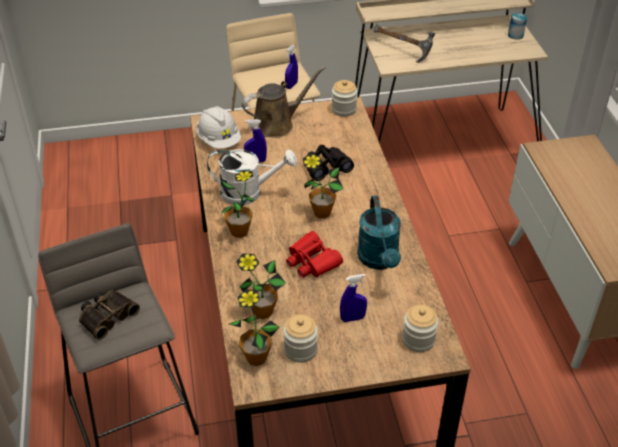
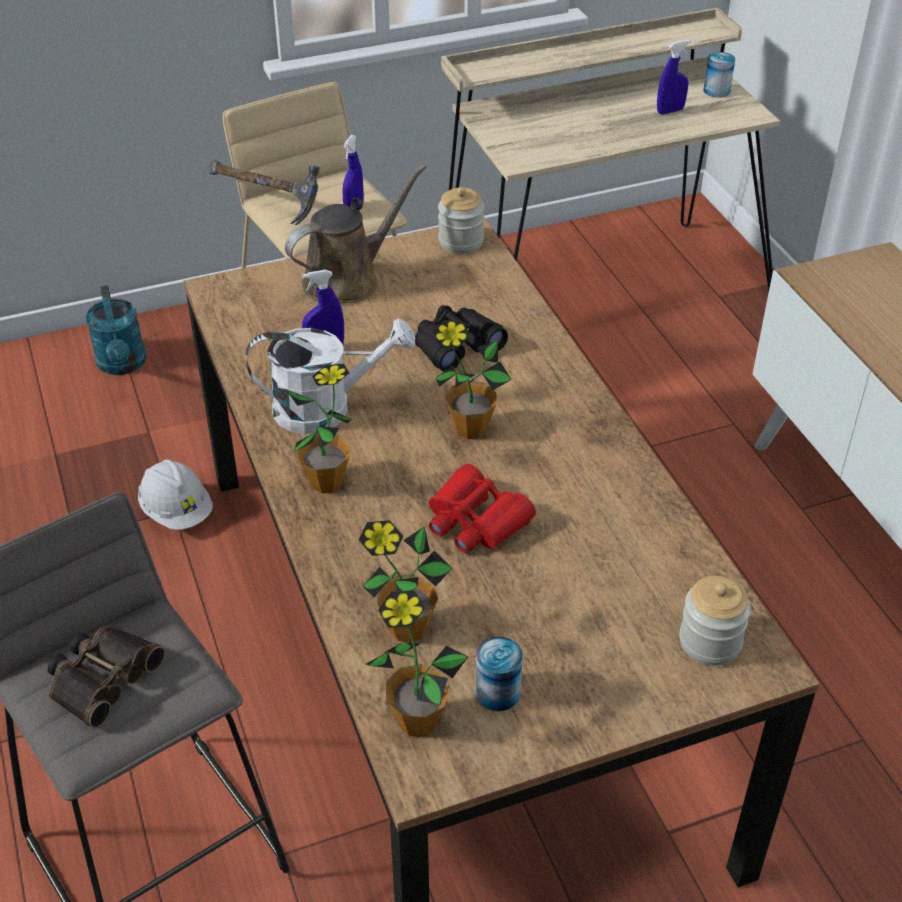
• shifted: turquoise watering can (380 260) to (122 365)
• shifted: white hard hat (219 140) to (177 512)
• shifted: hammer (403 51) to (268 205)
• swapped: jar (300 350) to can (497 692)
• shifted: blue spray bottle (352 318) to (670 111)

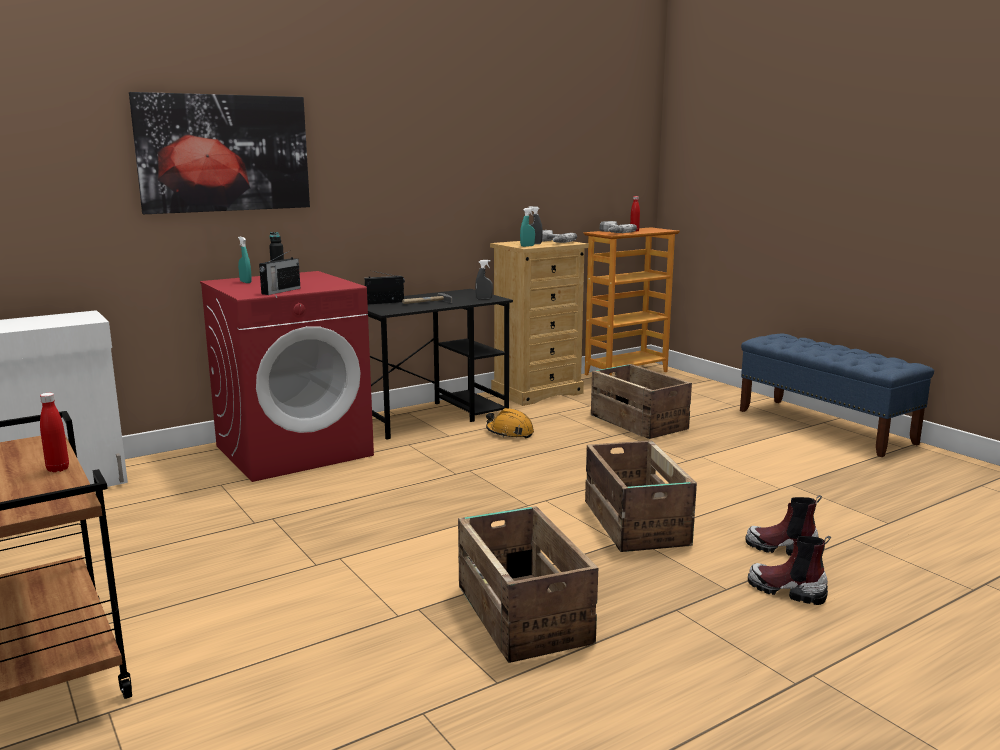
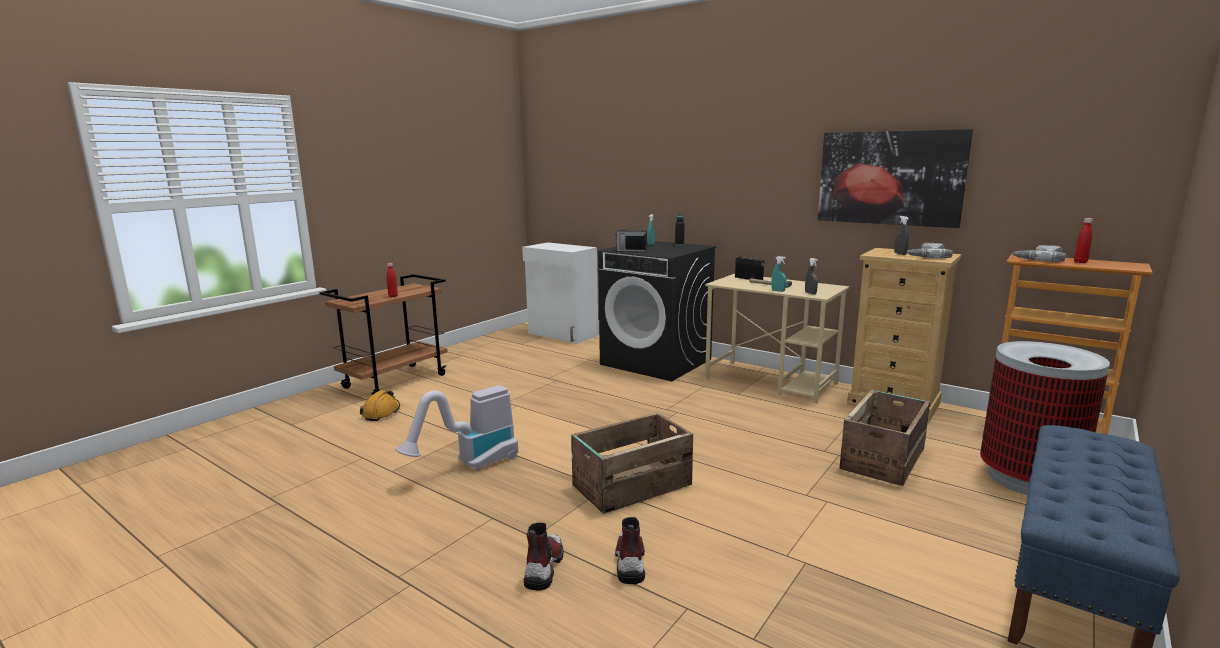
• shifted: orange hard hat (510 433) to (381 412)
• swapped: crate (523 613) to vacuum cleaner (470 465)
• repainted: red washing machine (294 450) to black washing machine (657 362)
• repainted: black desk (433 416) to beige desk (771 381)
• shifted: turquoise spray bottle (527 246) to (778 291)
• shifted: picture (224 153) to (890 178)
• new: trash can (1028 480)

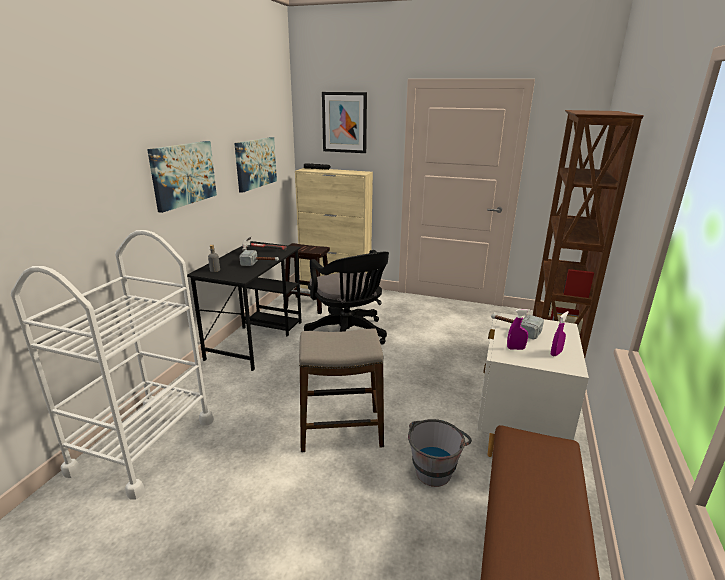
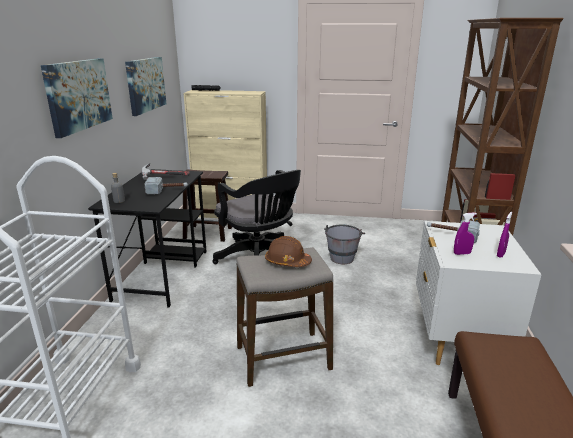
• new: brown hard hat (287 262)
• shifted: grey bucket (435 467) to (342 256)
• gone: picture (344 122)

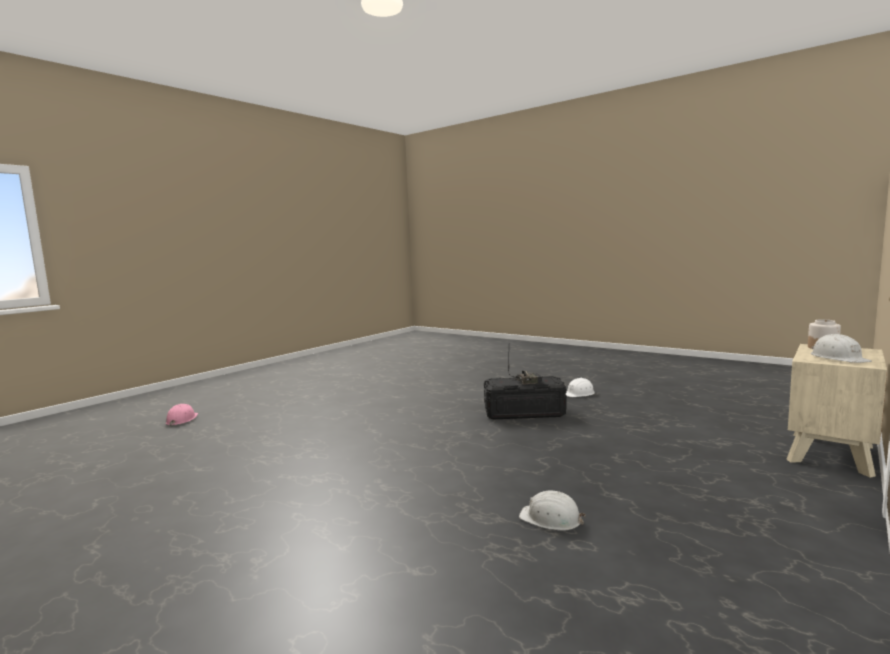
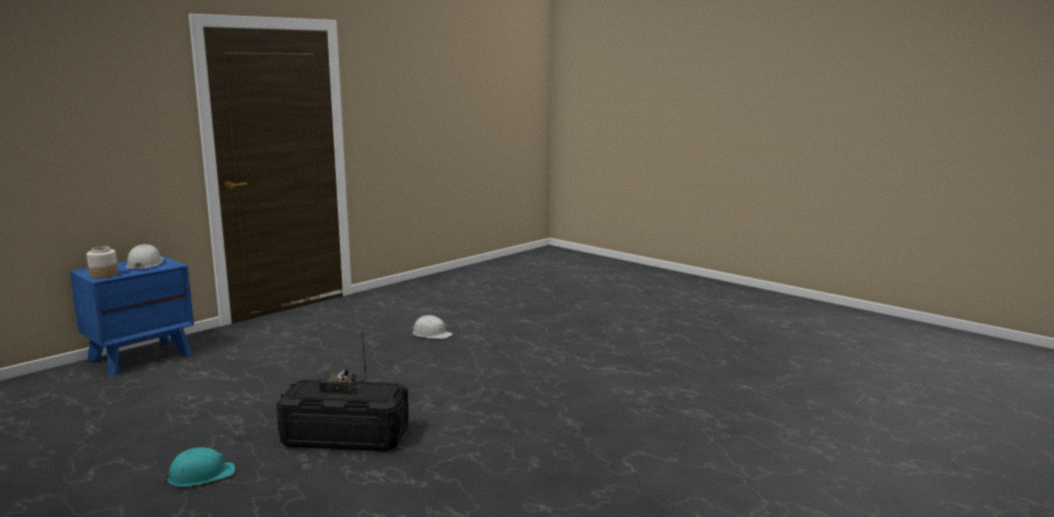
• repainted: beige nightstand (830 454) to blue nightstand (141 357)
• repainted: white hard hat (579 393) to turquoise hard hat (200 475)
• gone: pink hard hat (181 420)

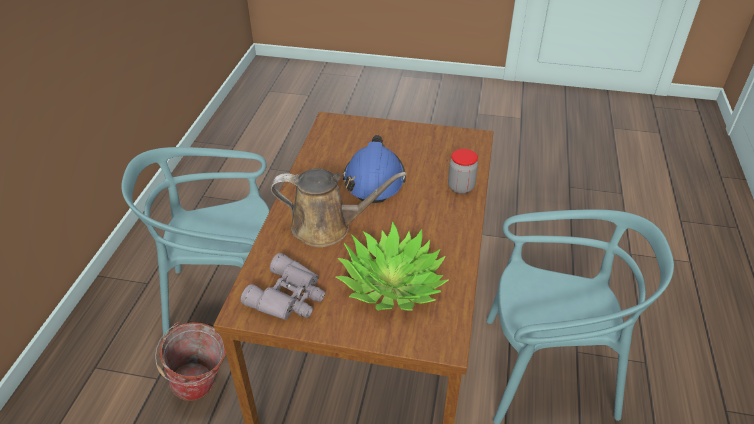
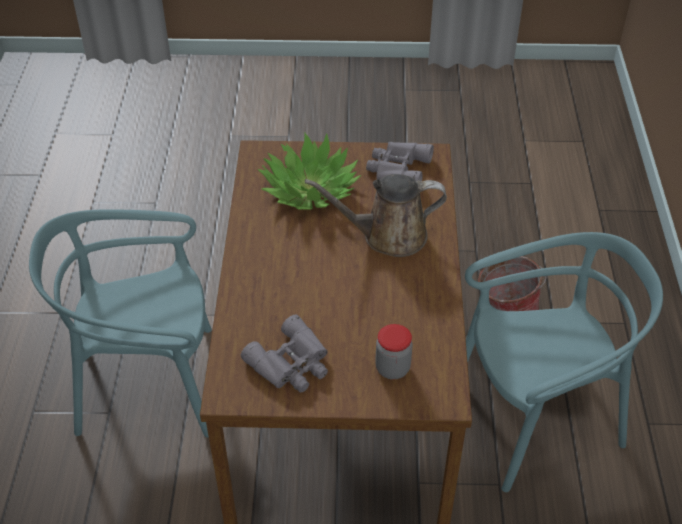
• new: grey binoculars (292 364)
• shifted: jar (461 187) to (392 368)
• gone: blue hard hat (374 179)

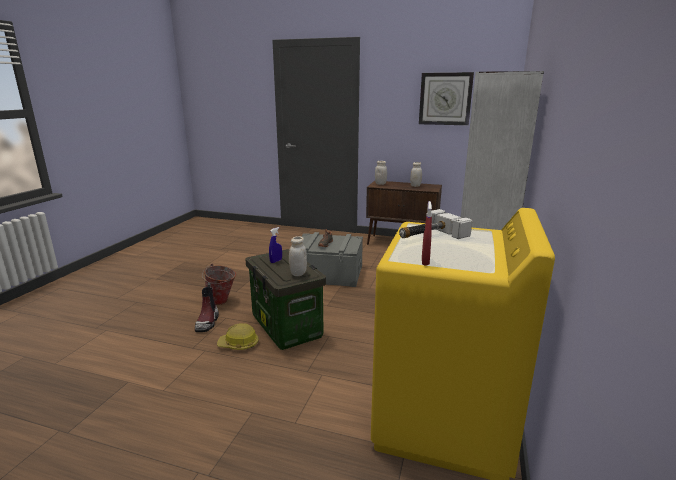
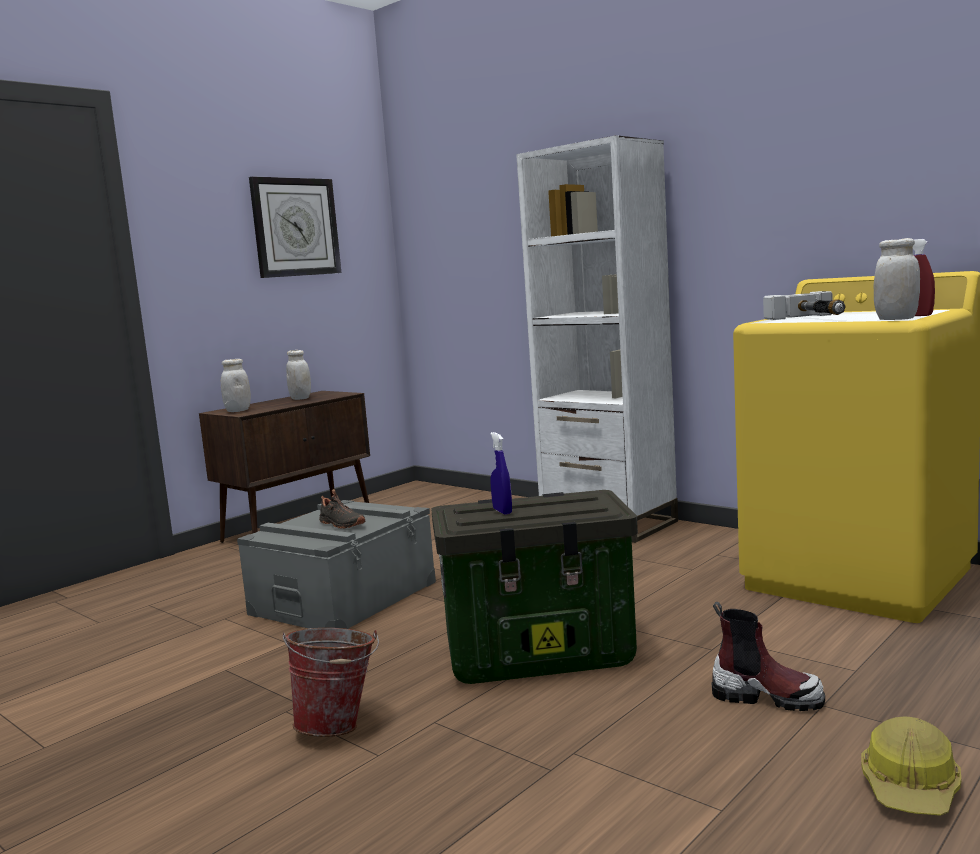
• shifted: boot (207 322) to (766 697)
• shifted: hard hat (239 344) to (911 788)
• shifted: white jar (298 273) to (896 319)

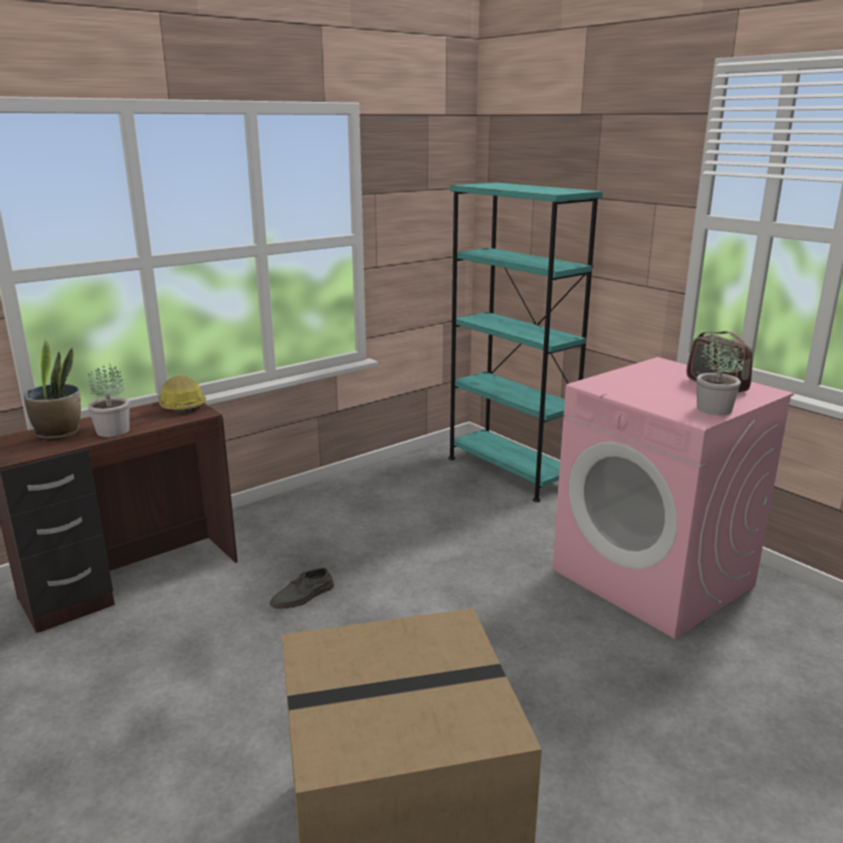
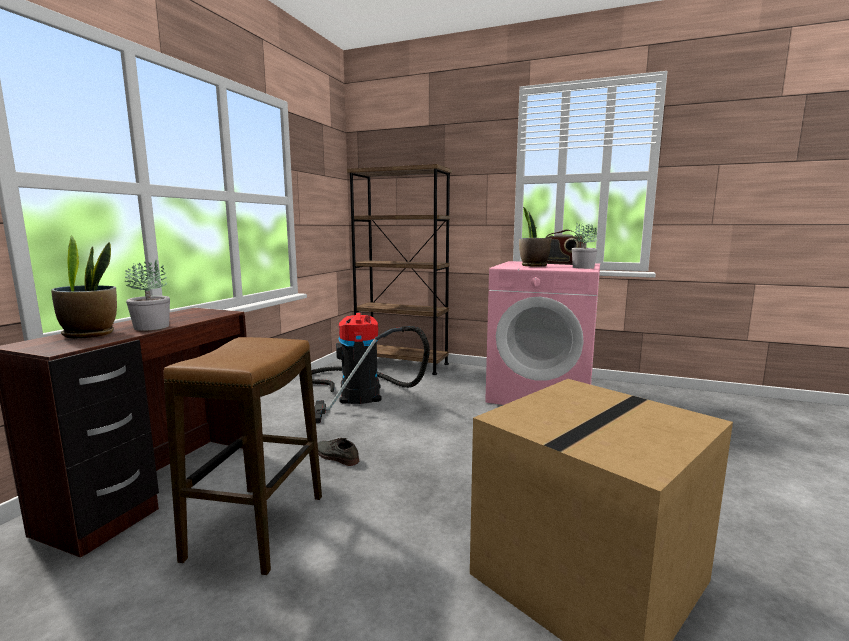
• new: stool (257 527)
• new: vacuum cleaner (358 393)
• rotated: grey shoe (303 596) = (336 456) 105 degrees clockwise
• repainted: turquoise bookcase (509 471) to brown bookcase (401 364)
• new: potted plant (533 266)
• gone: hard hat (180 406)

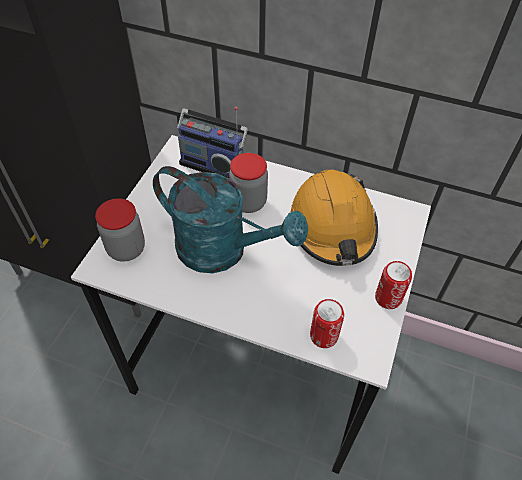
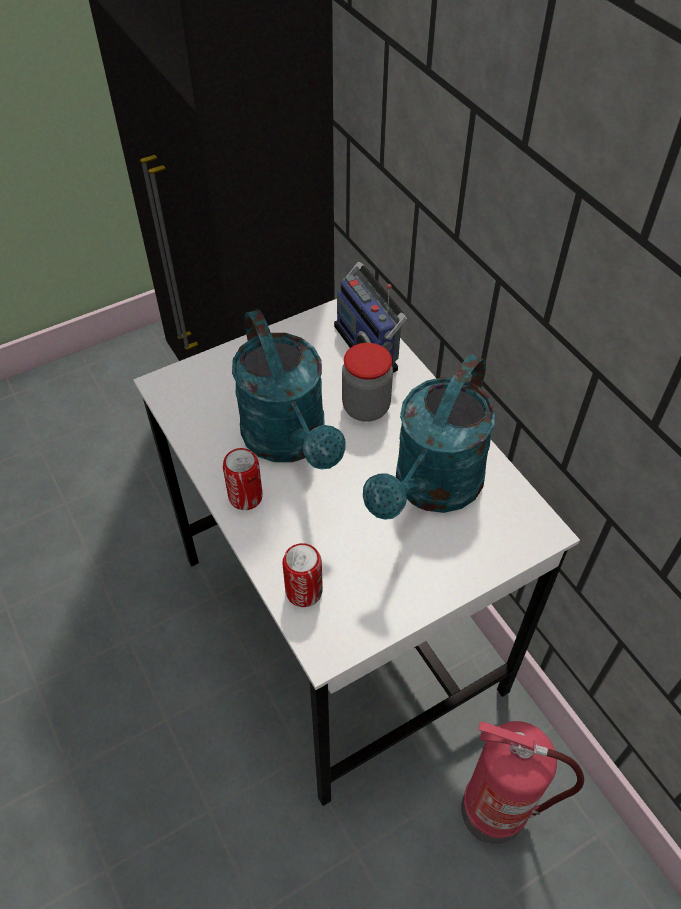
• shifted: can (388 298) to (245 497)
• swapped: orange hard hat (332 227) to turquoise watering can (431 489)
• new: fire extinguisher (496 810)
• gone: jar (126 249)

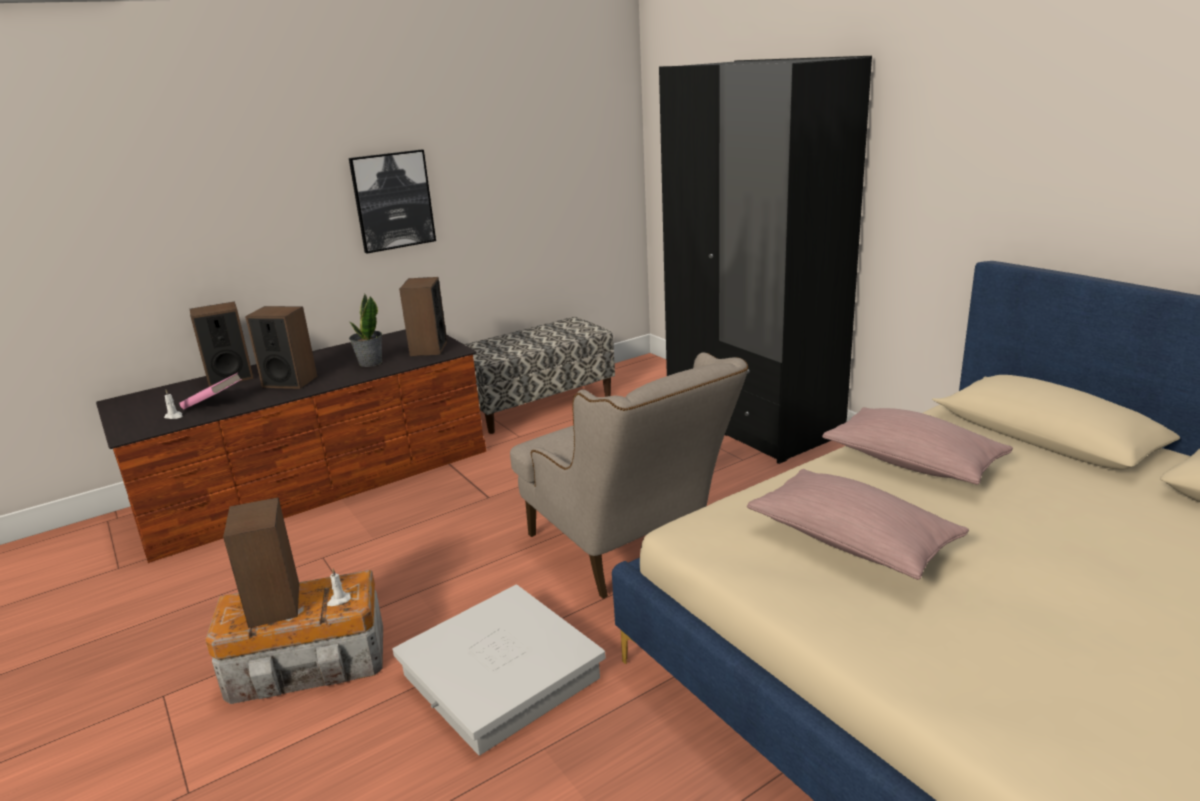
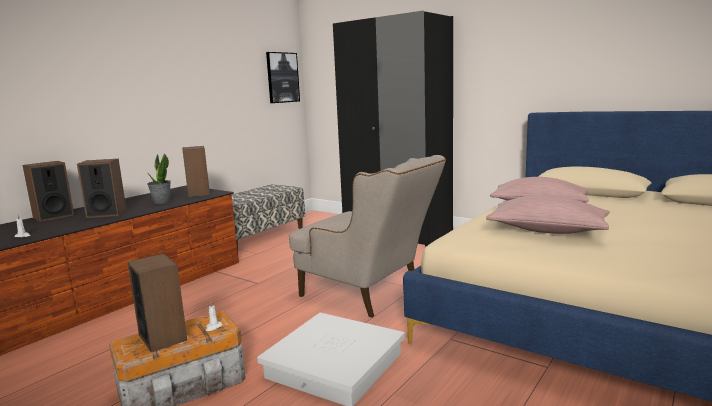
• shifted: picture (393 200) to (282 77)
• gone: pink book (213 403)

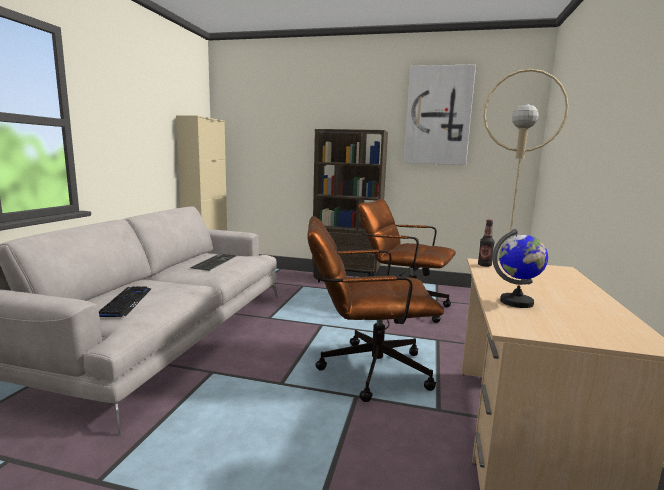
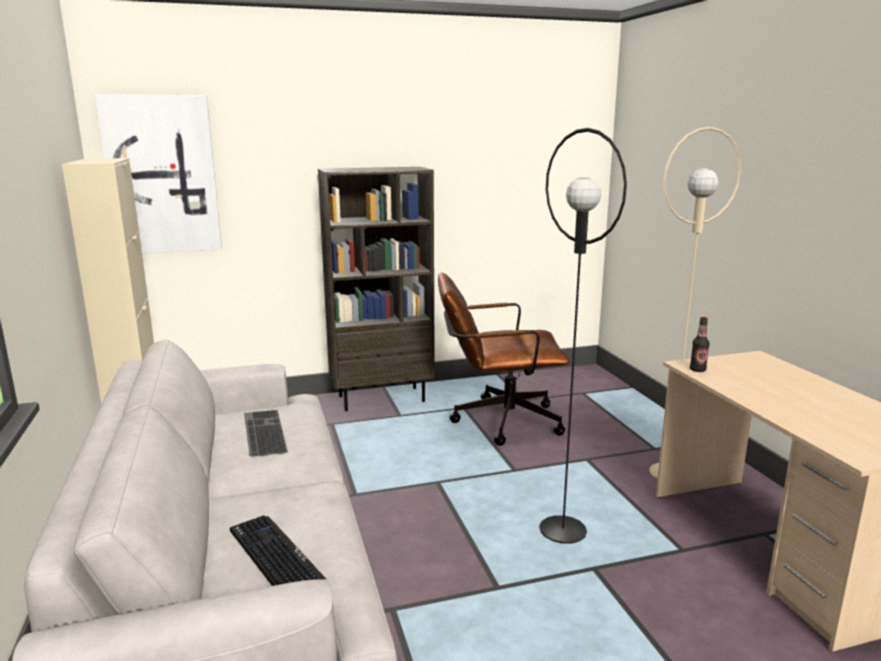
• shifted: picture (438 116) to (162 175)
• swapped: brown office chair (364 369) to black floor lamp (562 529)
• gone: globe (517 302)

